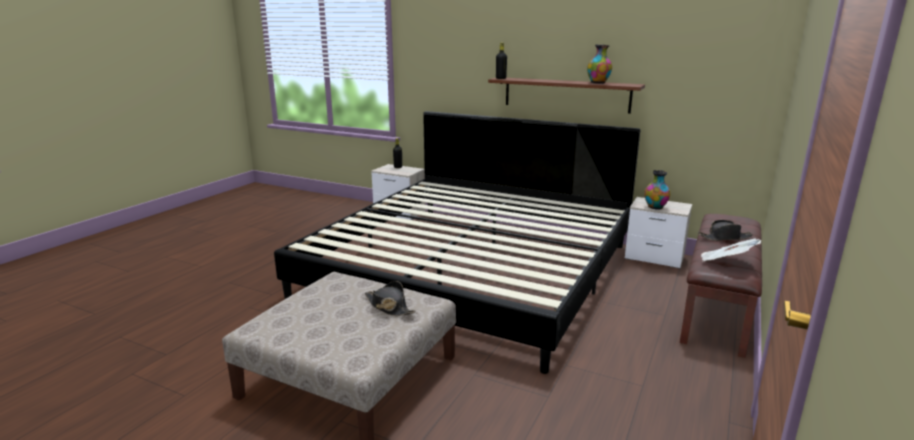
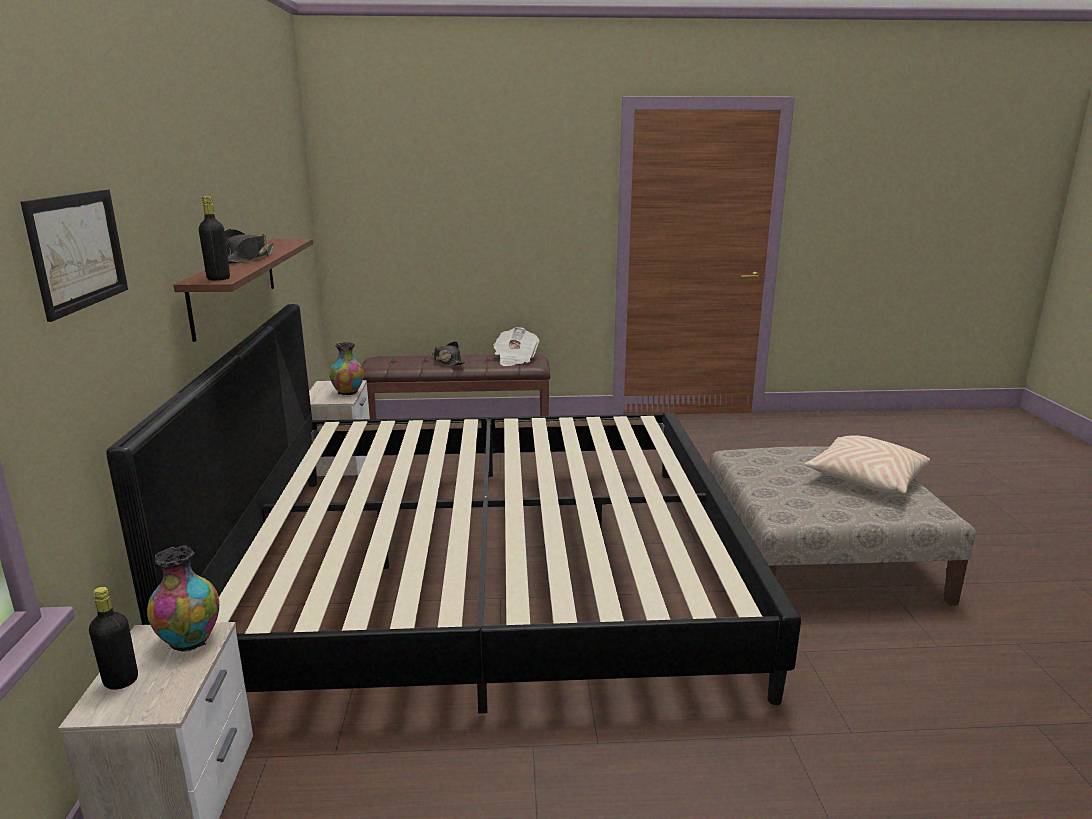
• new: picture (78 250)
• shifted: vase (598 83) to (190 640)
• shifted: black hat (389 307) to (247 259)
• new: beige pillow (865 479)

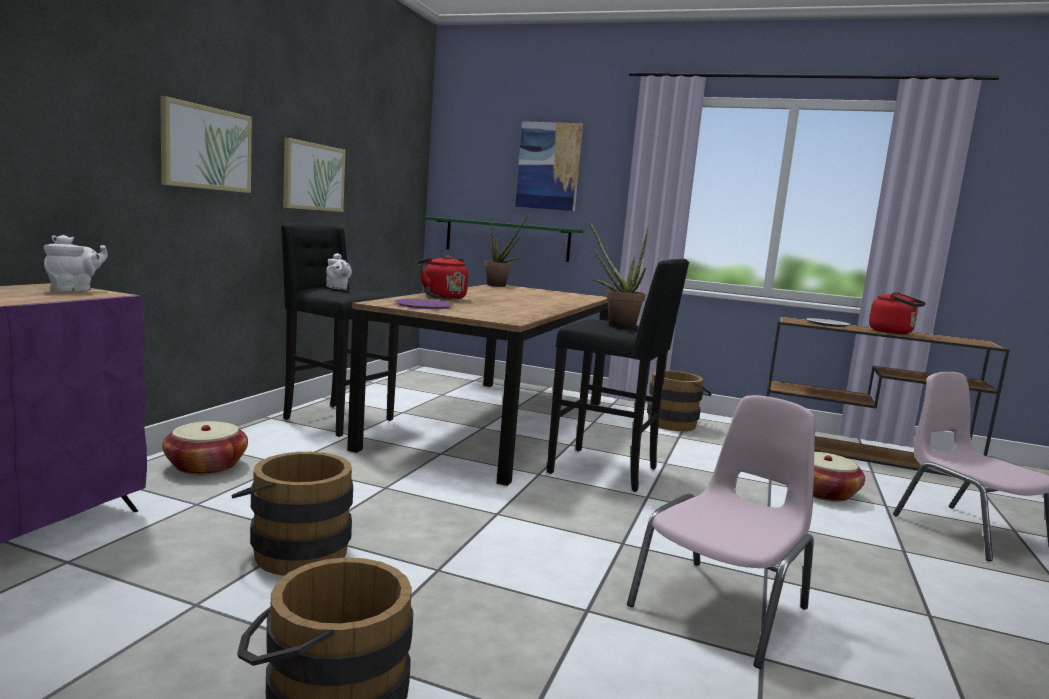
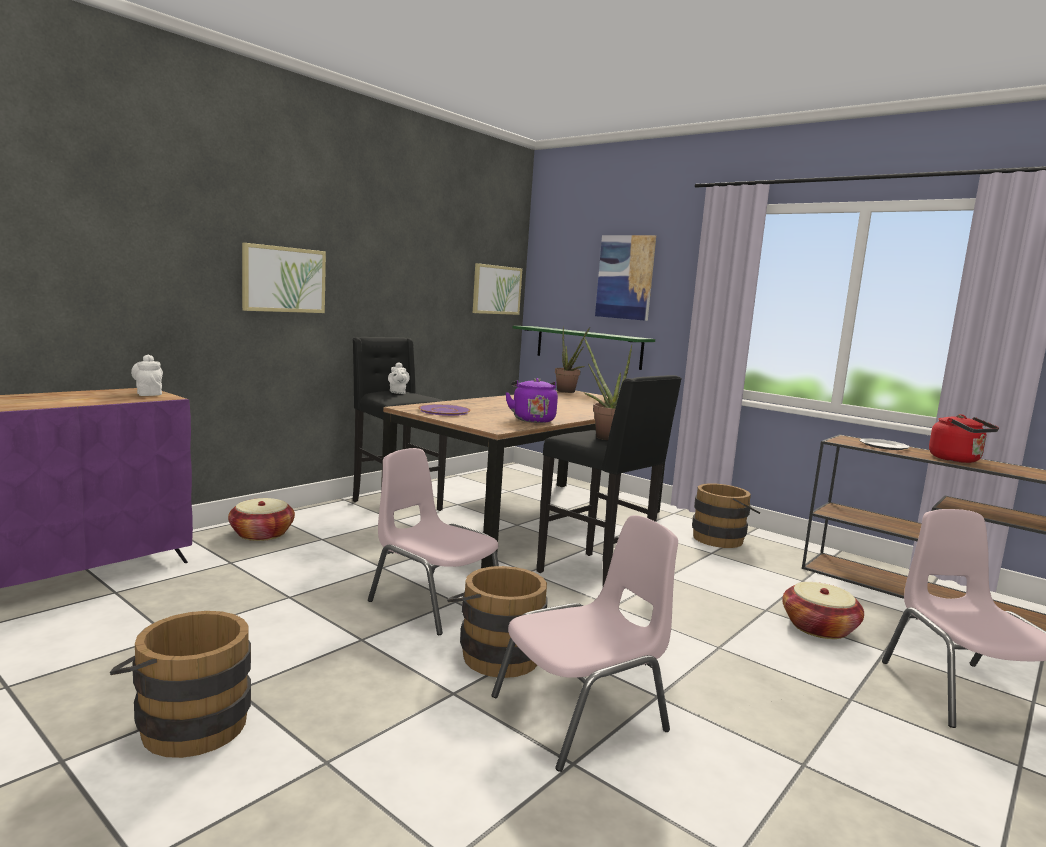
• rotated: white teapot (74 290) = (148 394) 90 degrees counterclockwise
• new: pink chair (434 601)
• shifted: brown bucket (293 551) to (495 653)
• shifted: picture (313 177) to (496 290)
• new: purple kettle (532 419)
• gone: red kettle (442 297)

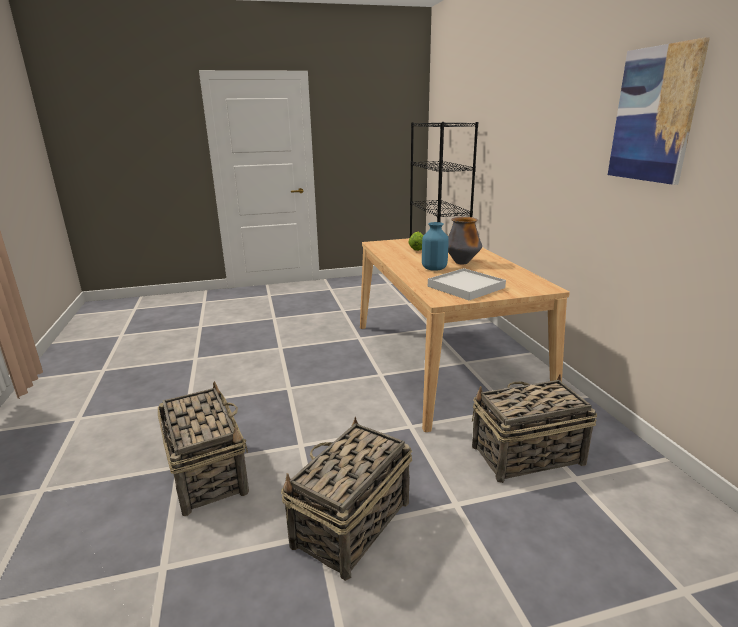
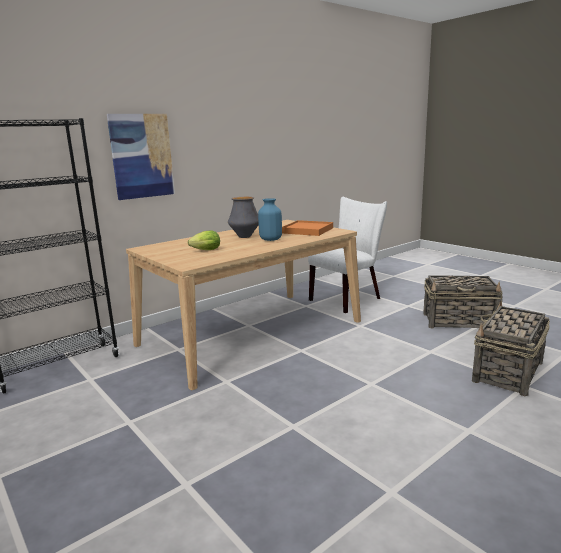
• shifted: picture (654 115) to (142 156)
• repainted: white tray (466 287) to orange tray (307 230)
• swapped: basket (526 455) to white chair (348 298)

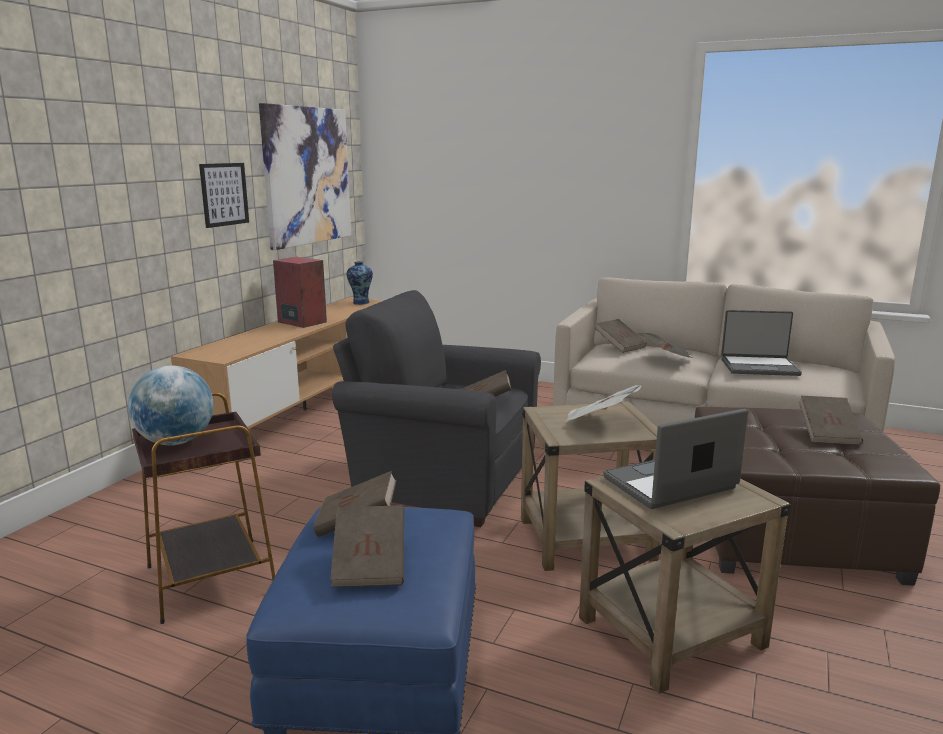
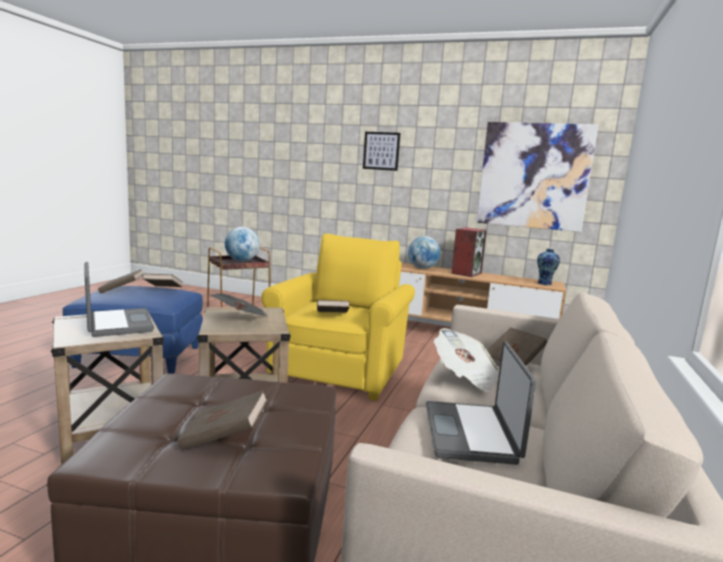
• repainted: grey armchair (440 481) to yellow armchair (341 370)
• shifted: picture (224 194) to (381 151)
• new: globe (422 268)

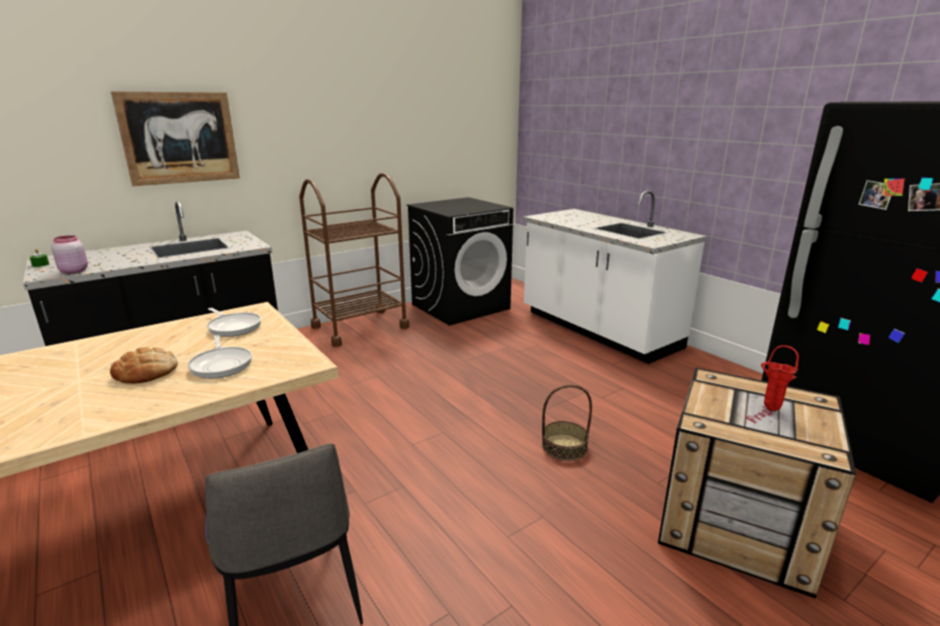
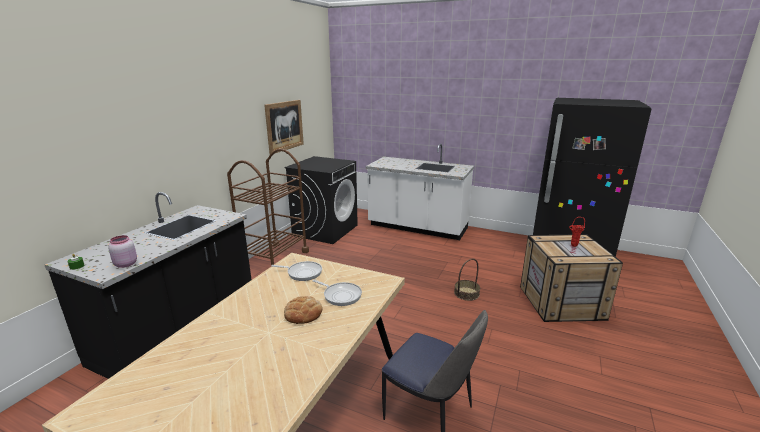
• shifted: picture (180 138) to (284 126)

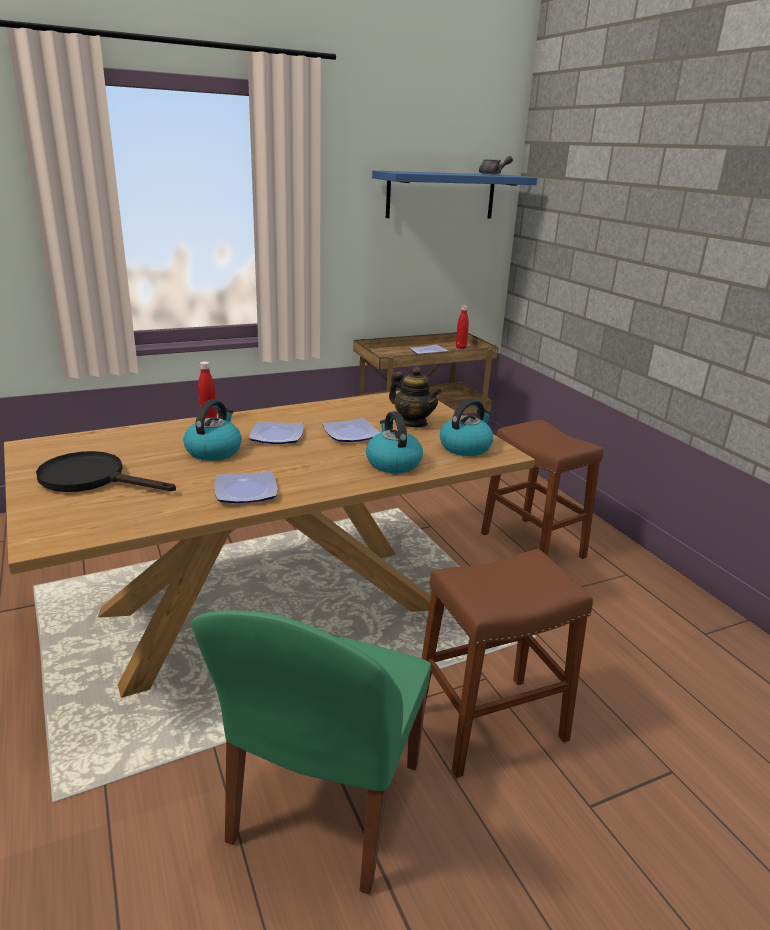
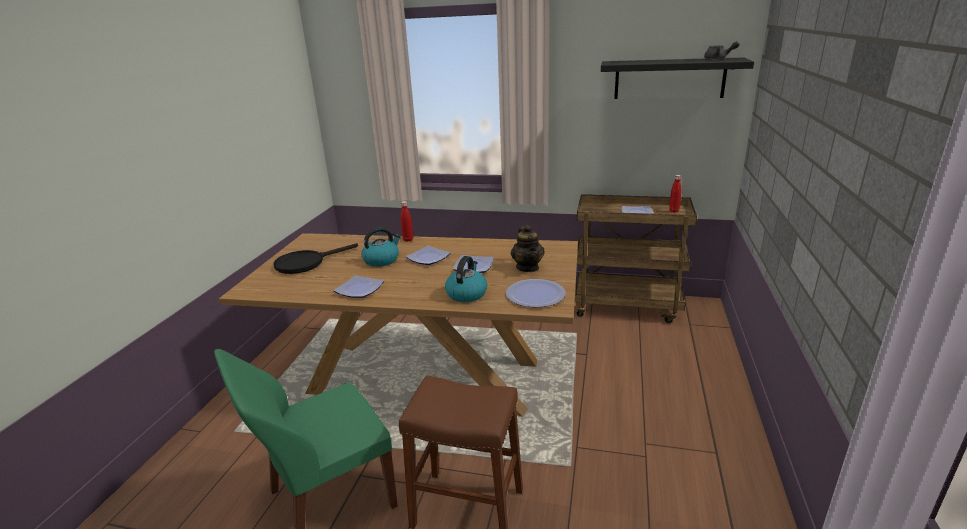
• rotated: black frying pan (92 478) = (306 263) 90 degrees counterclockwise
• swapped: kettle (465 447) to plate (535 294)
• repainted: blue shelf (441 195) to black shelf (669 79)
• gone: brown stool (532 545)

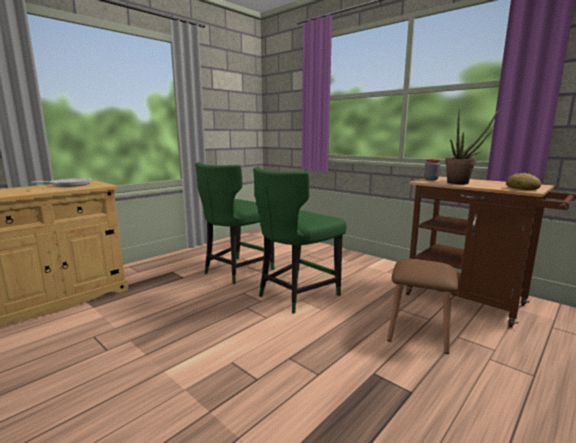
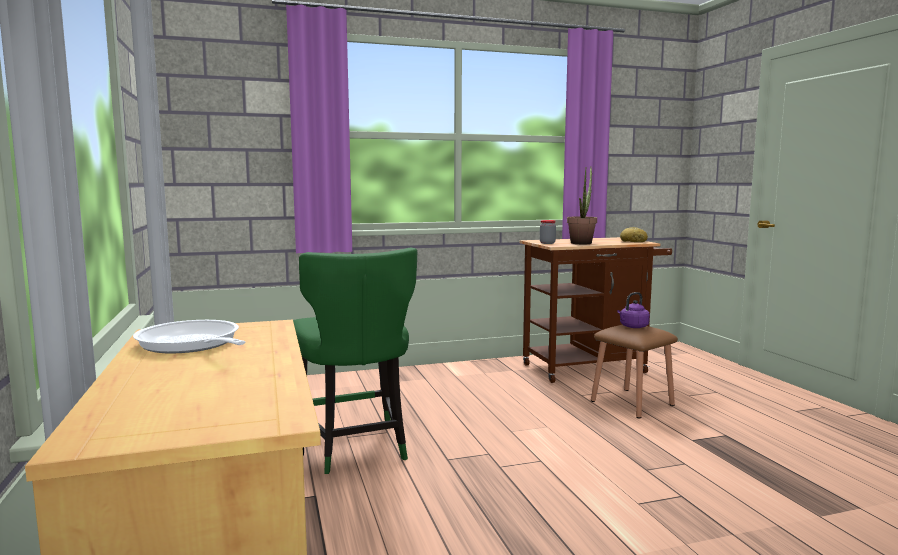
• new: purple kettle (632 327)
• gone: green chair (296 295)

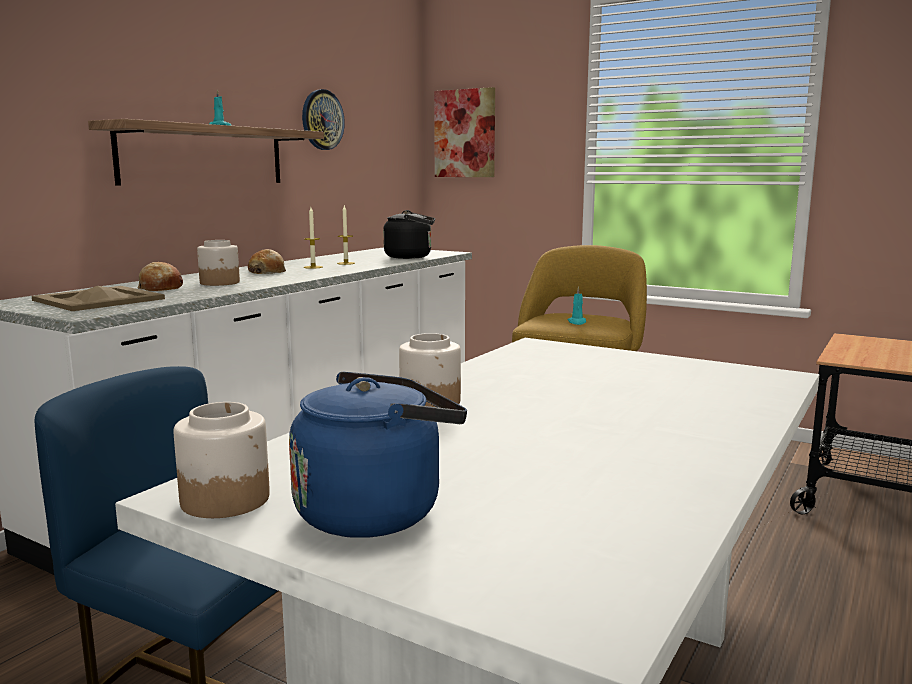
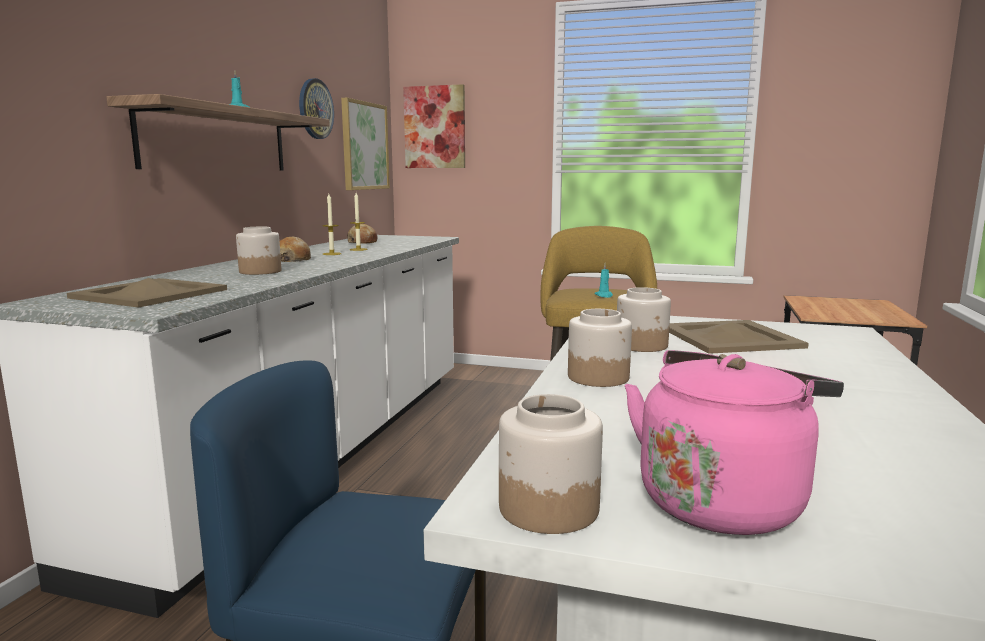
• new: picture (364 146)
• shifted: bread (160 288) to (362 242)
• new: jar (642 345)
• repainted: blue kettle (376 511) to pink kettle (723 500)
• new: beige tray (728 337)
• gone: black kettle (411 257)

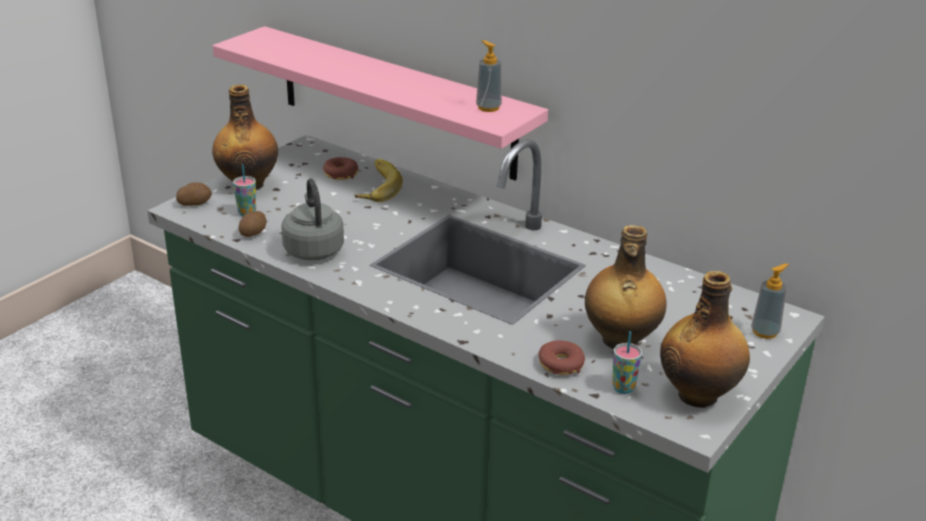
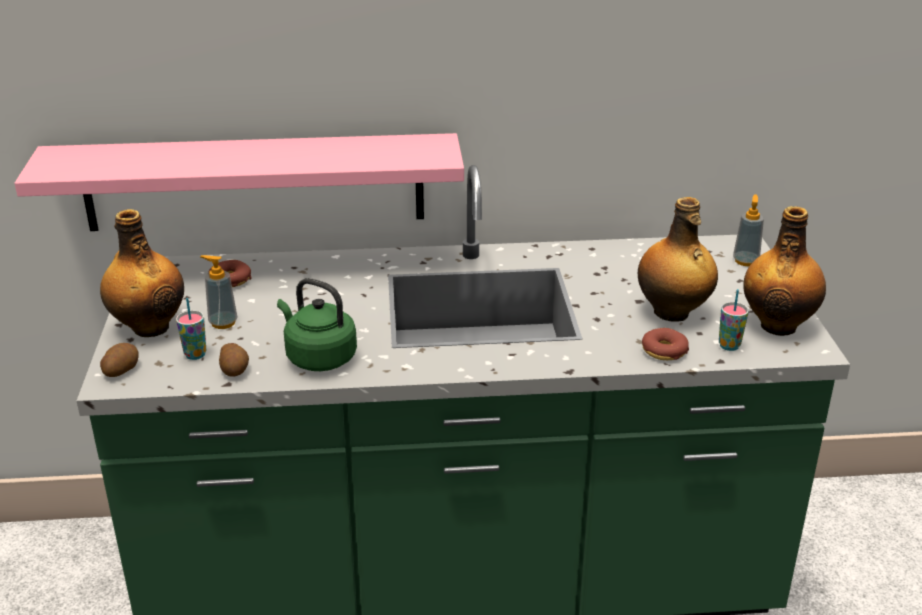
• shifted: soap dispenser (488 107) to (223 323)
• repainted: grey kettle (313 249) to green kettle (318 357)
• gone: banana (375 186)

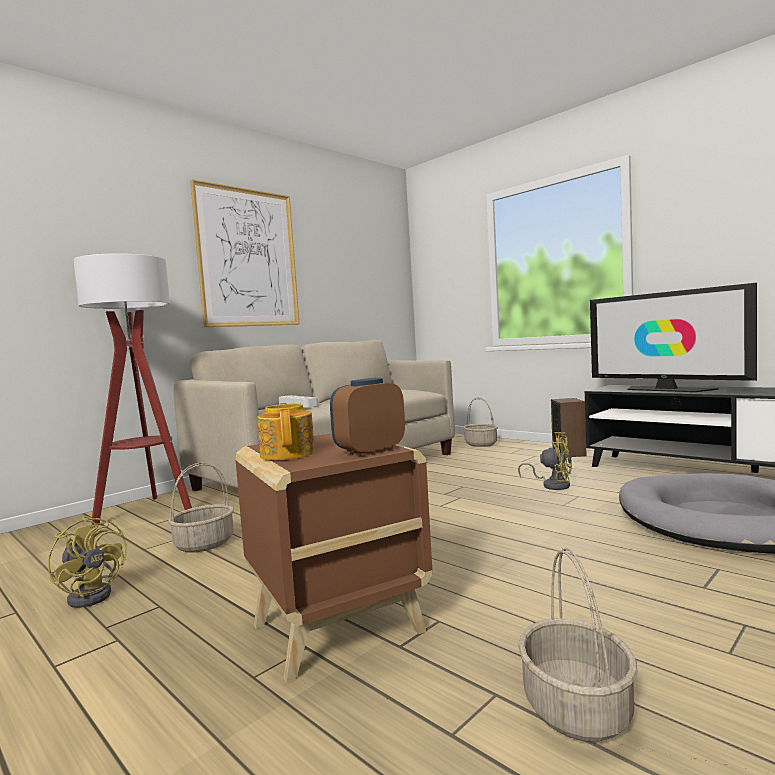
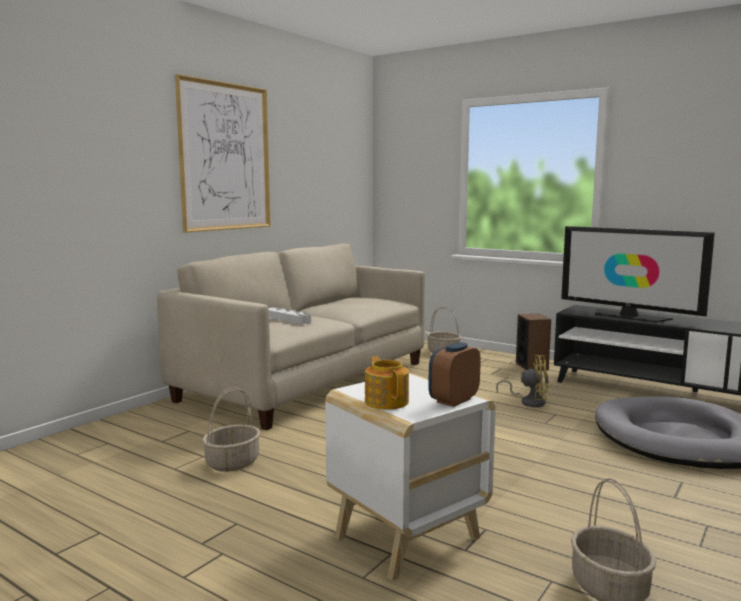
• repainted: brown side table (335 629) to white side table (406 538)
• gone: yellow fan (94 594)
• gone: floor lamp (147 511)

